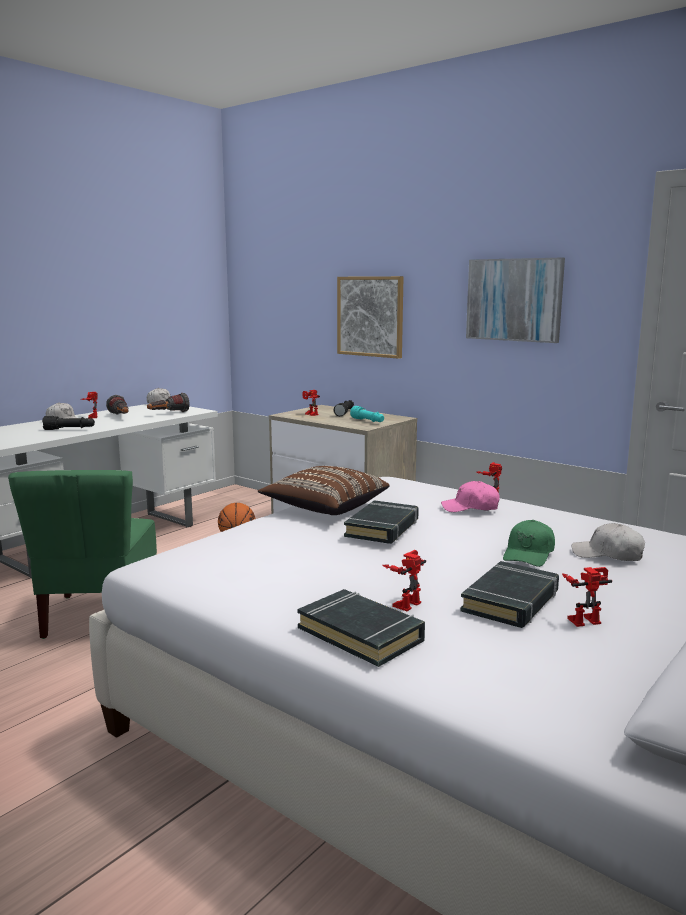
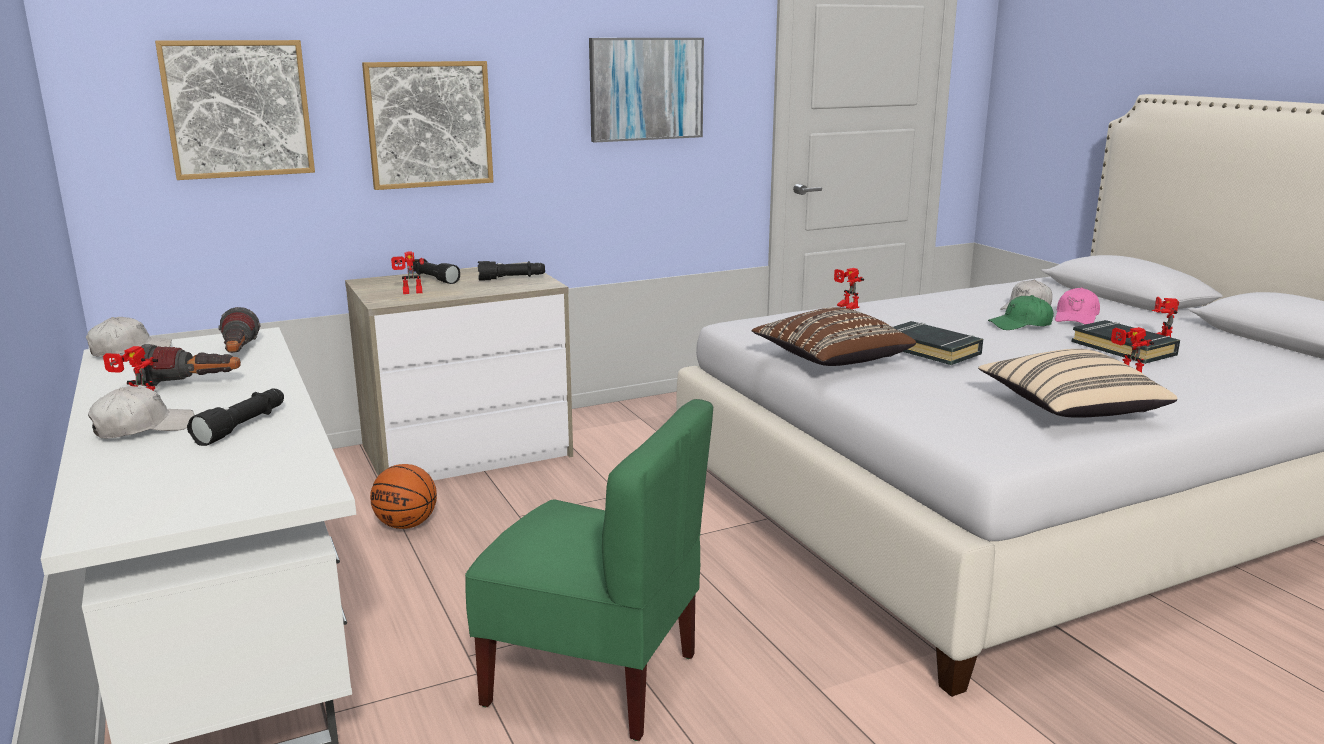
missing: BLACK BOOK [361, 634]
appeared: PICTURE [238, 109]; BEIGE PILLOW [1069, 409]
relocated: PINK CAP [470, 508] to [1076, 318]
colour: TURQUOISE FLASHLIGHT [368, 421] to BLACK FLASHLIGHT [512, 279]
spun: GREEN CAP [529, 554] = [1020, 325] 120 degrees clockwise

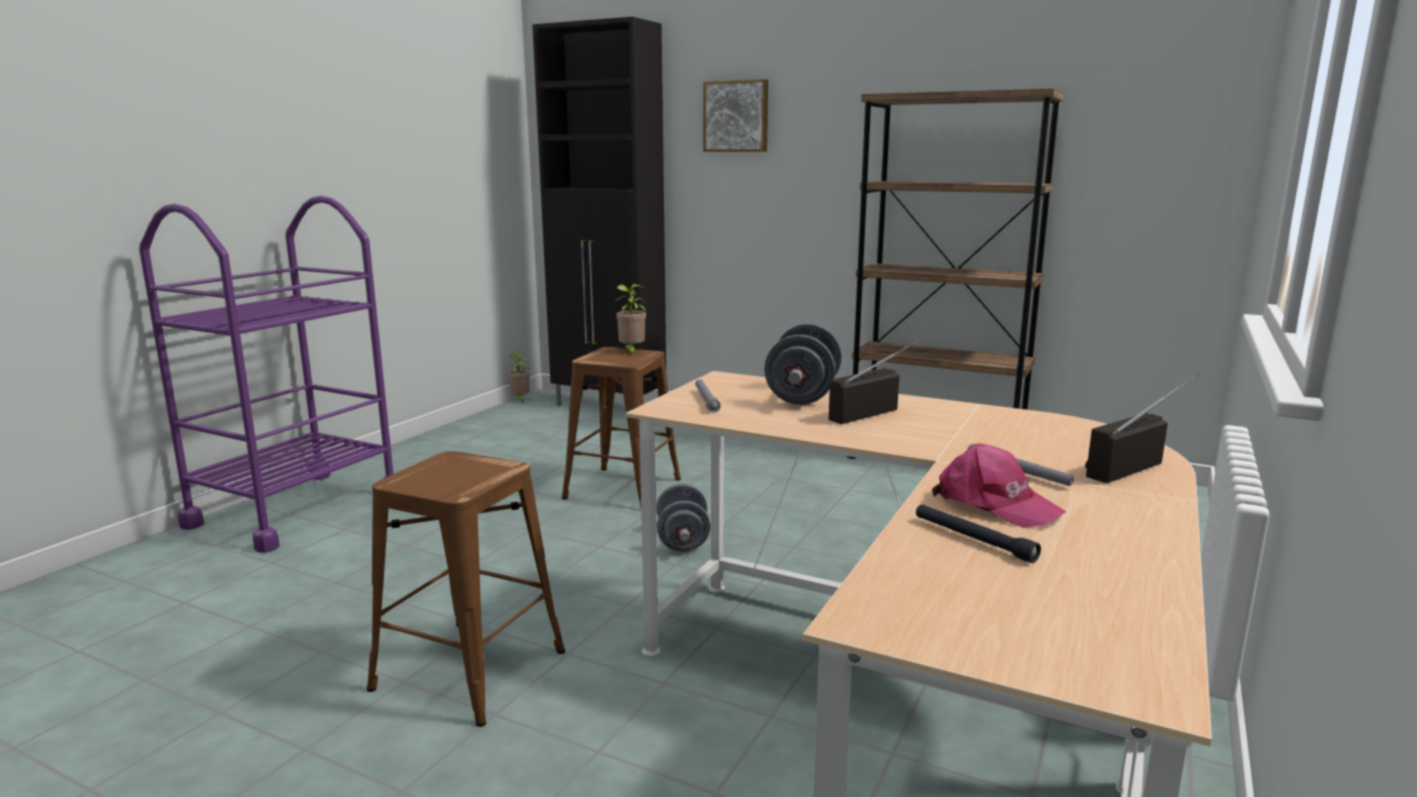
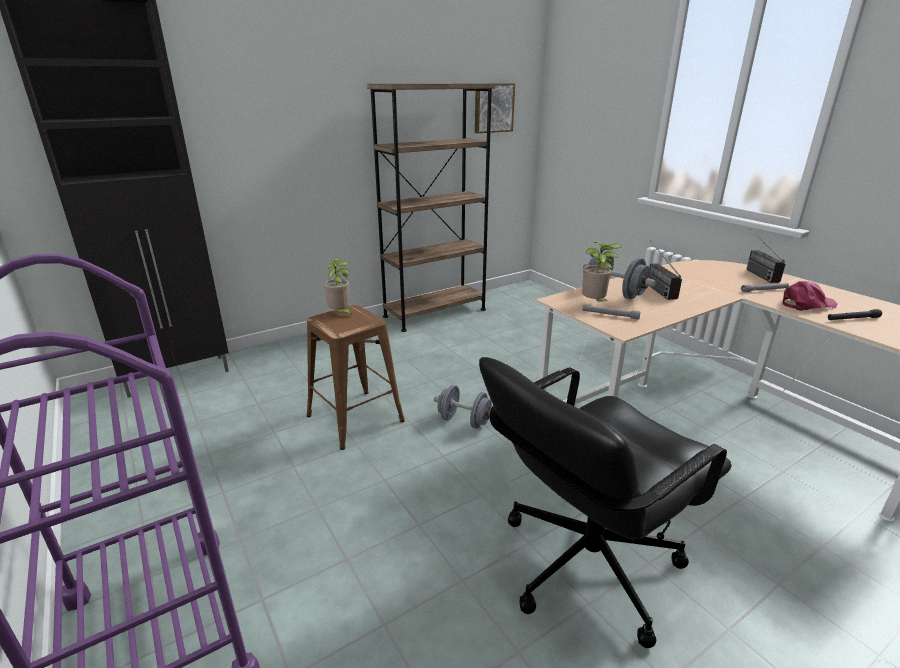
relocated: POTTED PLANT [520, 400] to [594, 304]; PICTURE [736, 116] to [493, 108]
exchanged: BROWN STOOL [468, 669] to BLACK OFFICE CHAIR [586, 563]

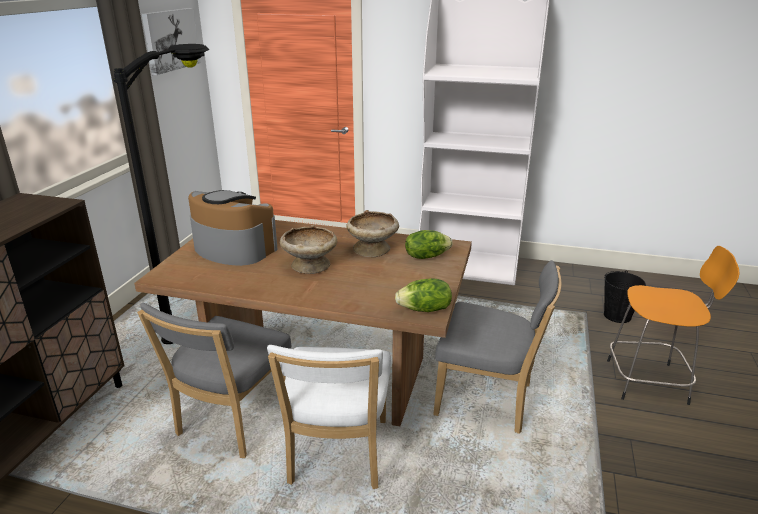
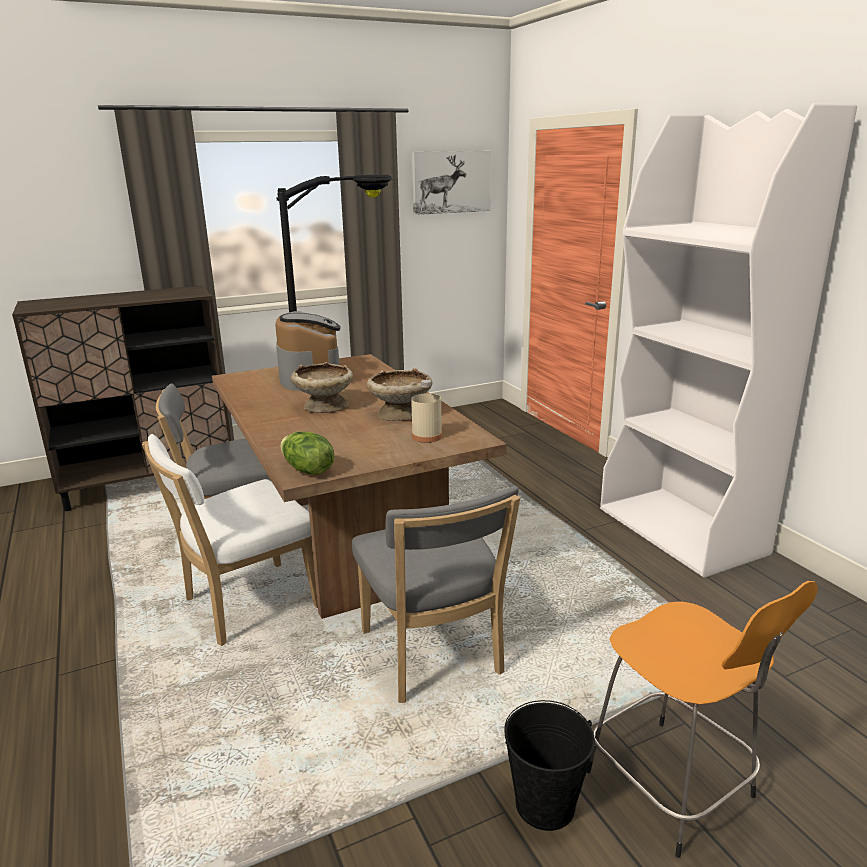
relocated: BLACK BUCKET [617, 315] to [545, 804]
exchanged: LETTUCE [426, 256] to BEIGE BOTTLE [427, 436]

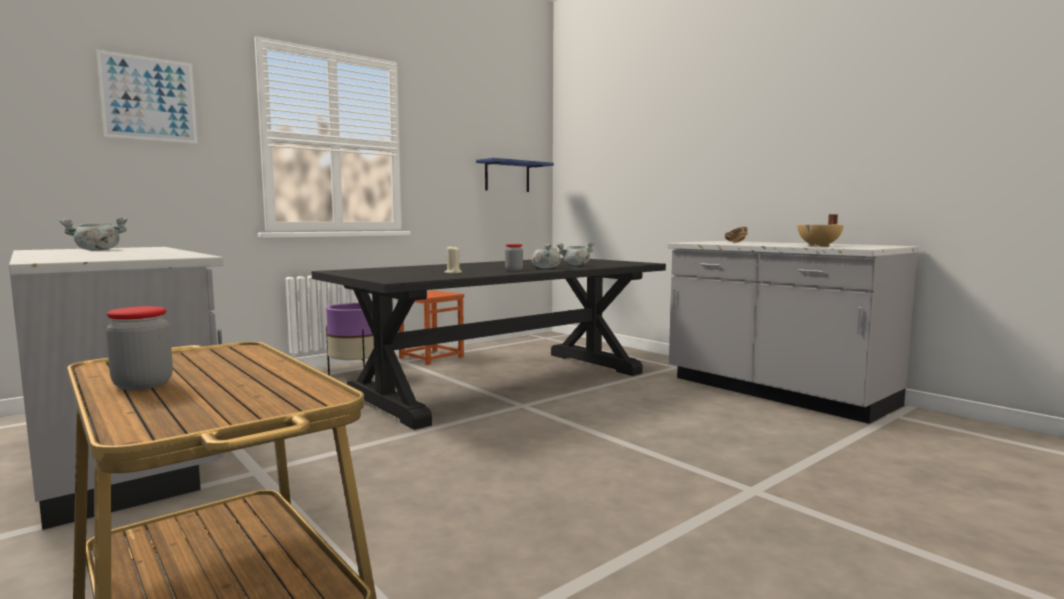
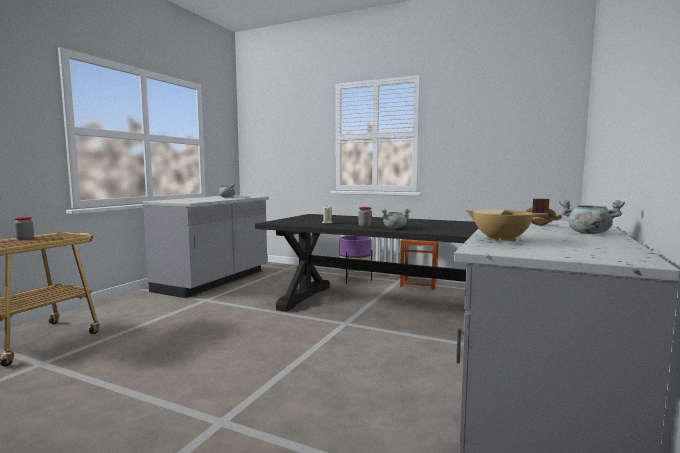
missing: PICTURE [149, 99]; BLUE SHELF [507, 176]
relocated: GREY COOKING POT [576, 265] to [587, 233]

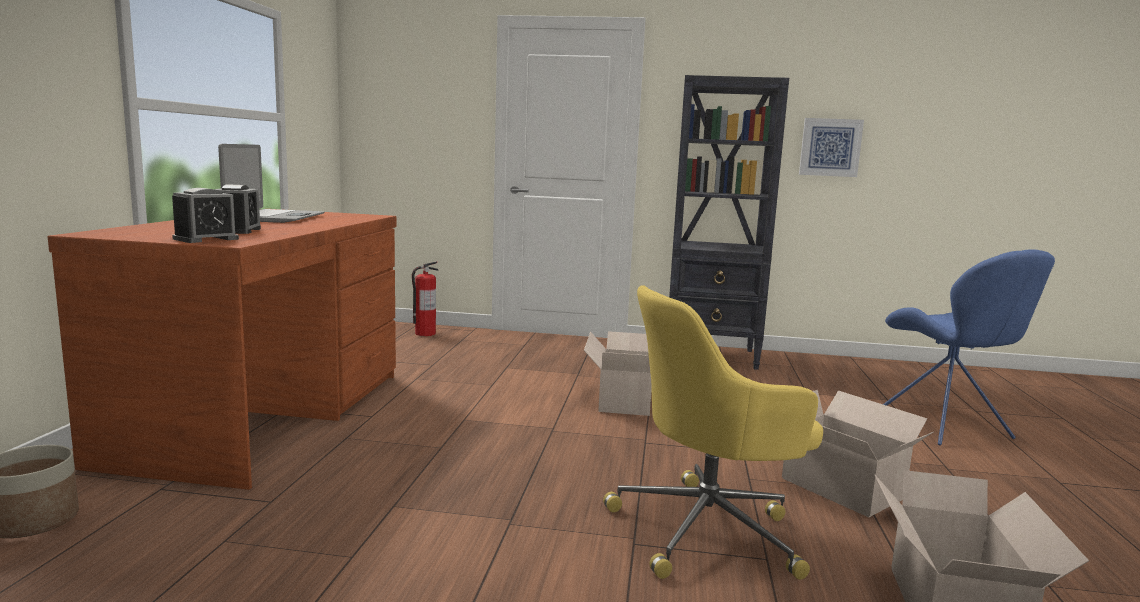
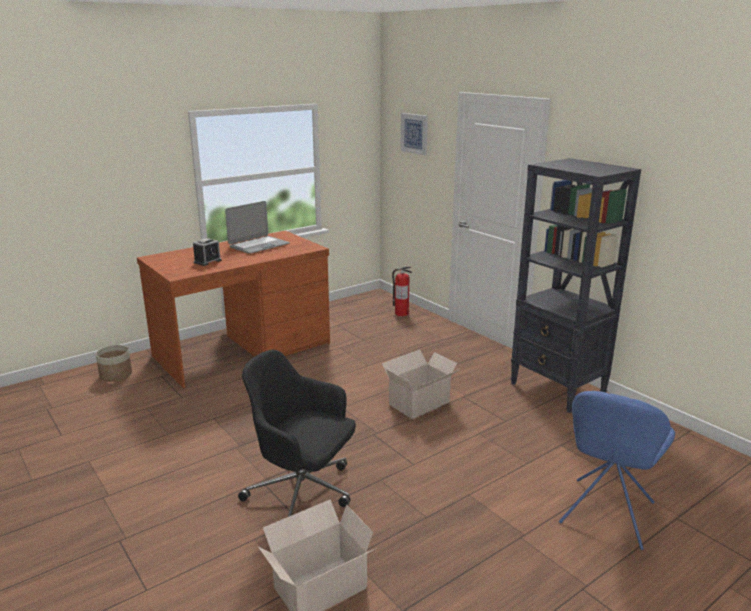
missing: ALARM CLOCK [206, 239]; CARDBOARD BOX [844, 490]
relocated: PICTURE [830, 147] to [414, 133]
colour: YELLOW OFFICE CHAIR [709, 530] to BLACK OFFICE CHAIR [303, 493]

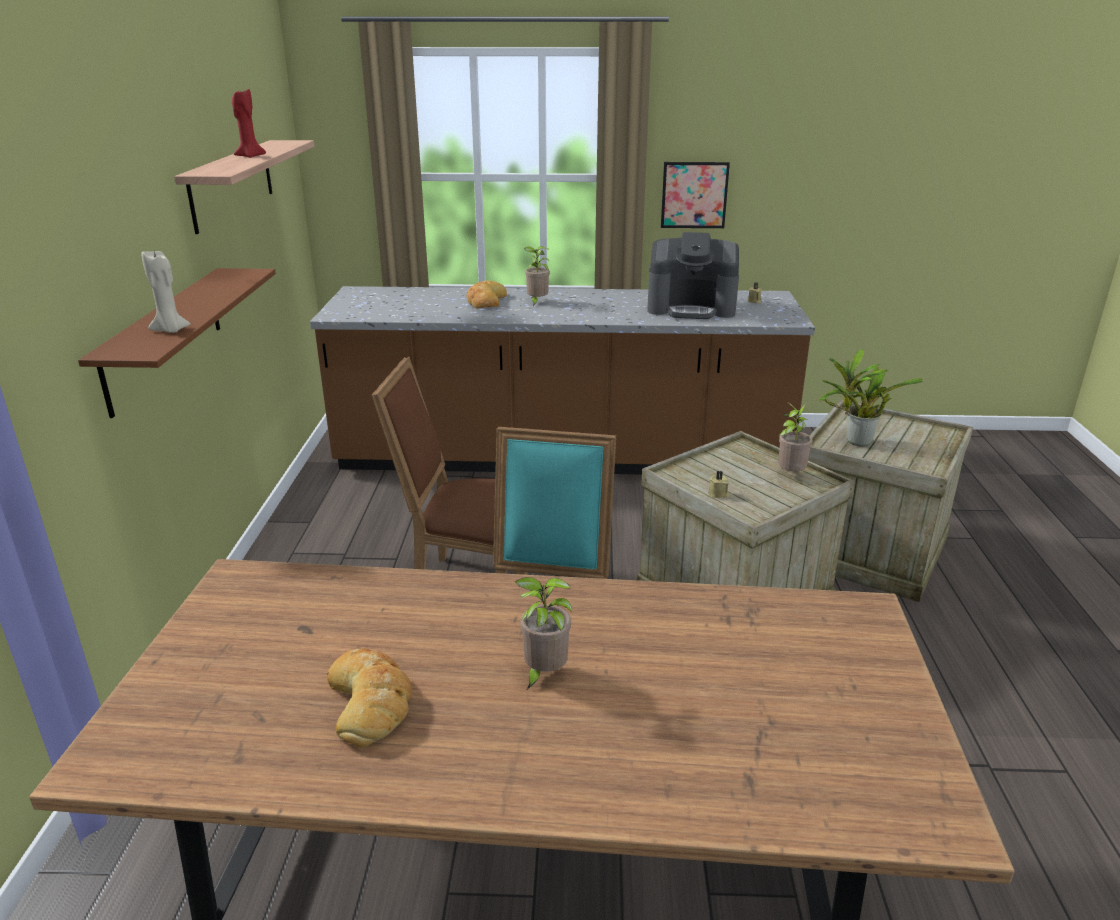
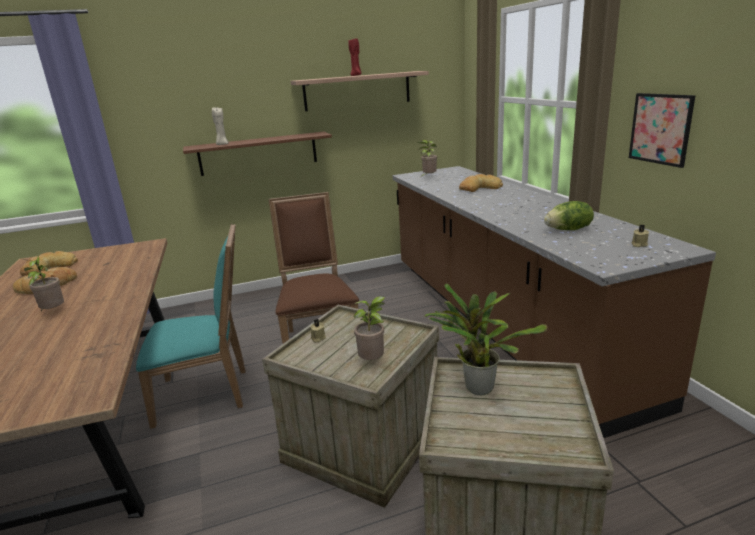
appeared: BREAD [49, 268]
relocated: POTTED PLANT [536, 302] to [428, 177]
exchanged: COFFEE MACHINE [691, 308] to LETTUCE [569, 230]

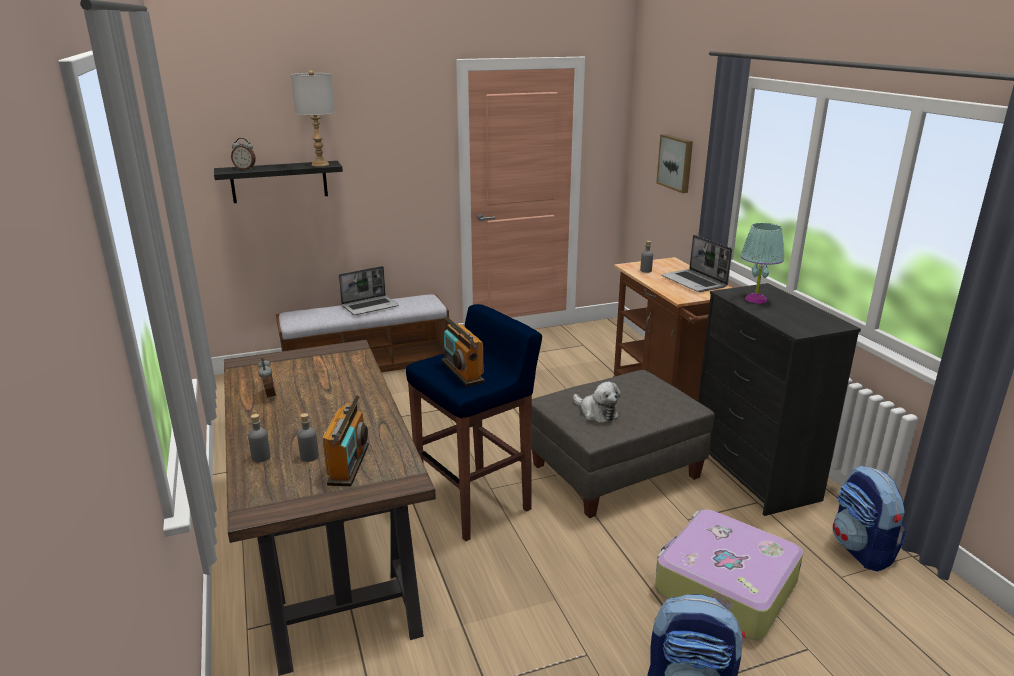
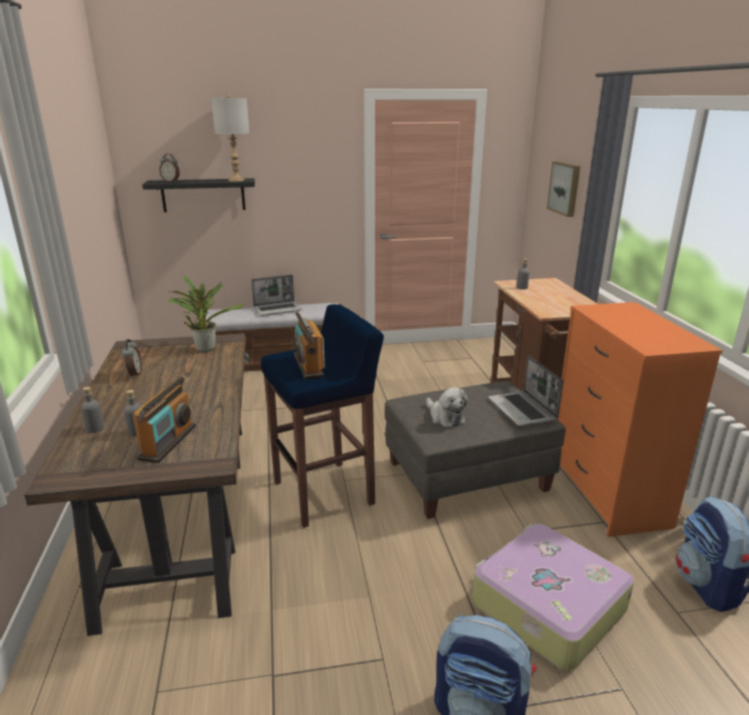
missing: TURQUOISE TABLE LAMP [756, 299]
appeared: POTTED PLANT [205, 348]
relocated: LAPTOP [694, 282] to [523, 410]
colour: BLACK DRESSER [753, 474] to ORANGE DRESSER [606, 493]

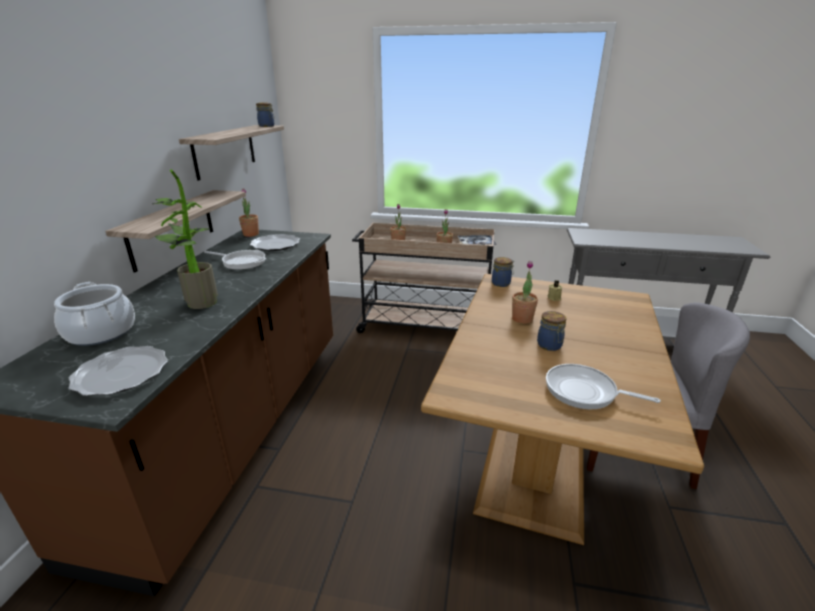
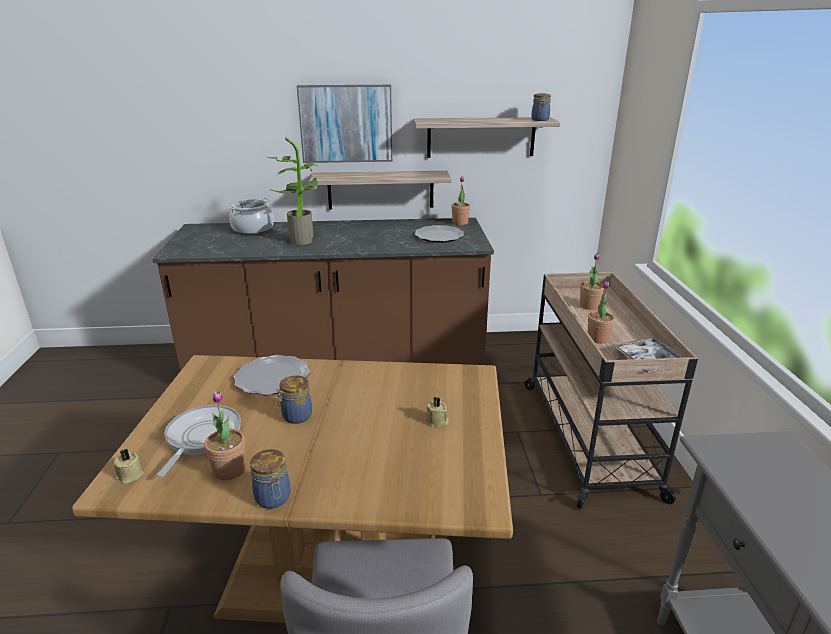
missing: FRYING PAN [241, 262]
appeared: BEIGE CANDLE [129, 475]; PICTURE [346, 124]
relocated: PLATE [120, 373] to [272, 378]; JAR [501, 283] to [273, 498]; POTTED PLANT [522, 319] to [229, 470]

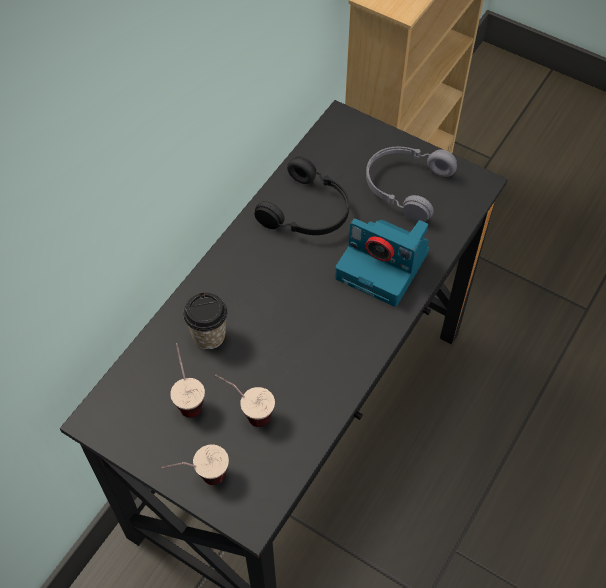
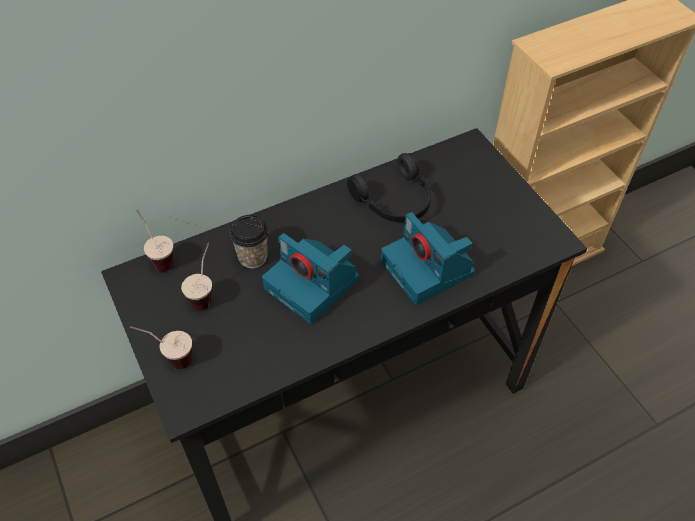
missing: GREY HEADPHONES [405, 186]
appeared: PHOTO CAMERA [313, 284]
relocated: CUP [246, 412] to [158, 256]

